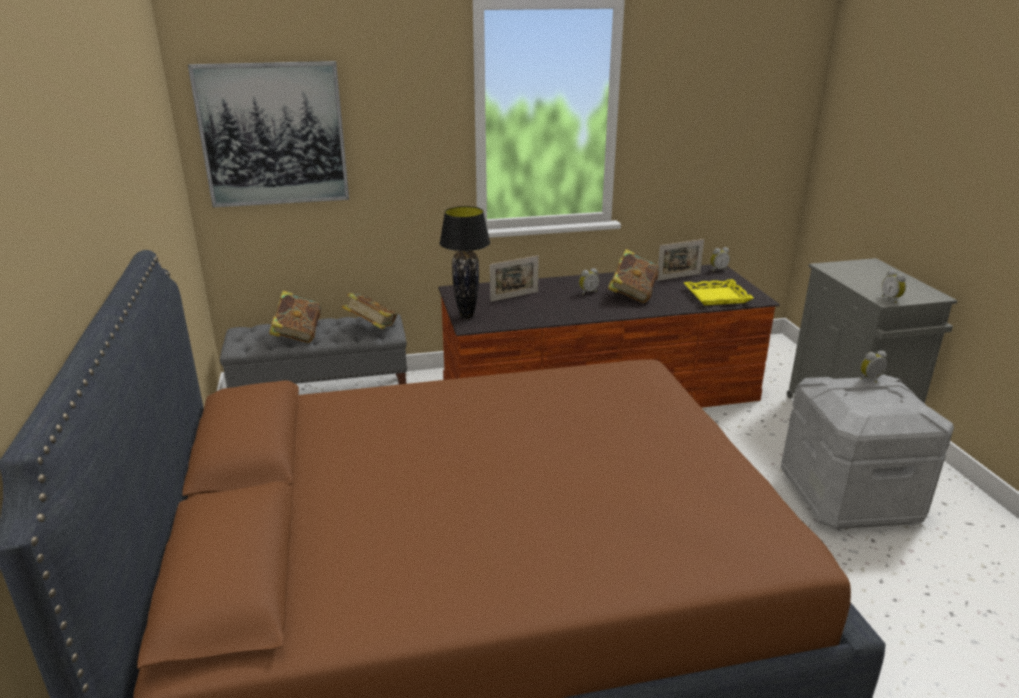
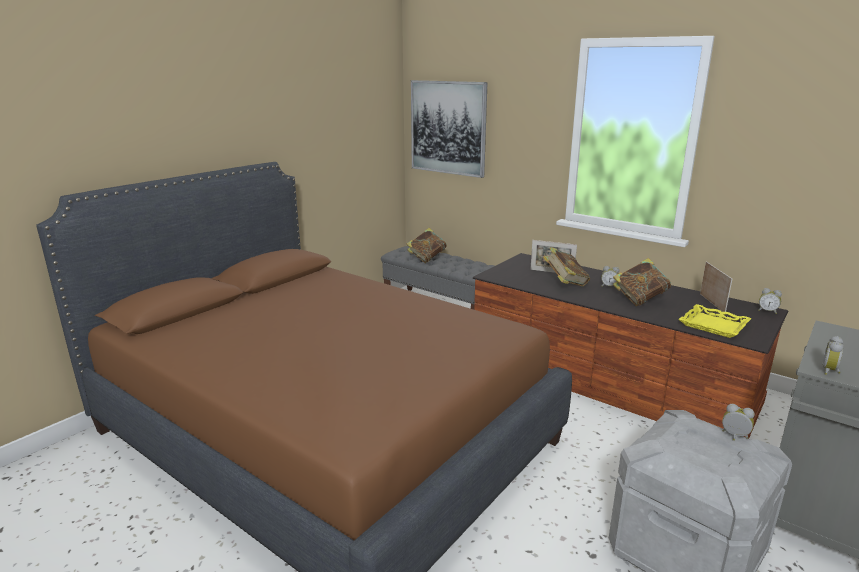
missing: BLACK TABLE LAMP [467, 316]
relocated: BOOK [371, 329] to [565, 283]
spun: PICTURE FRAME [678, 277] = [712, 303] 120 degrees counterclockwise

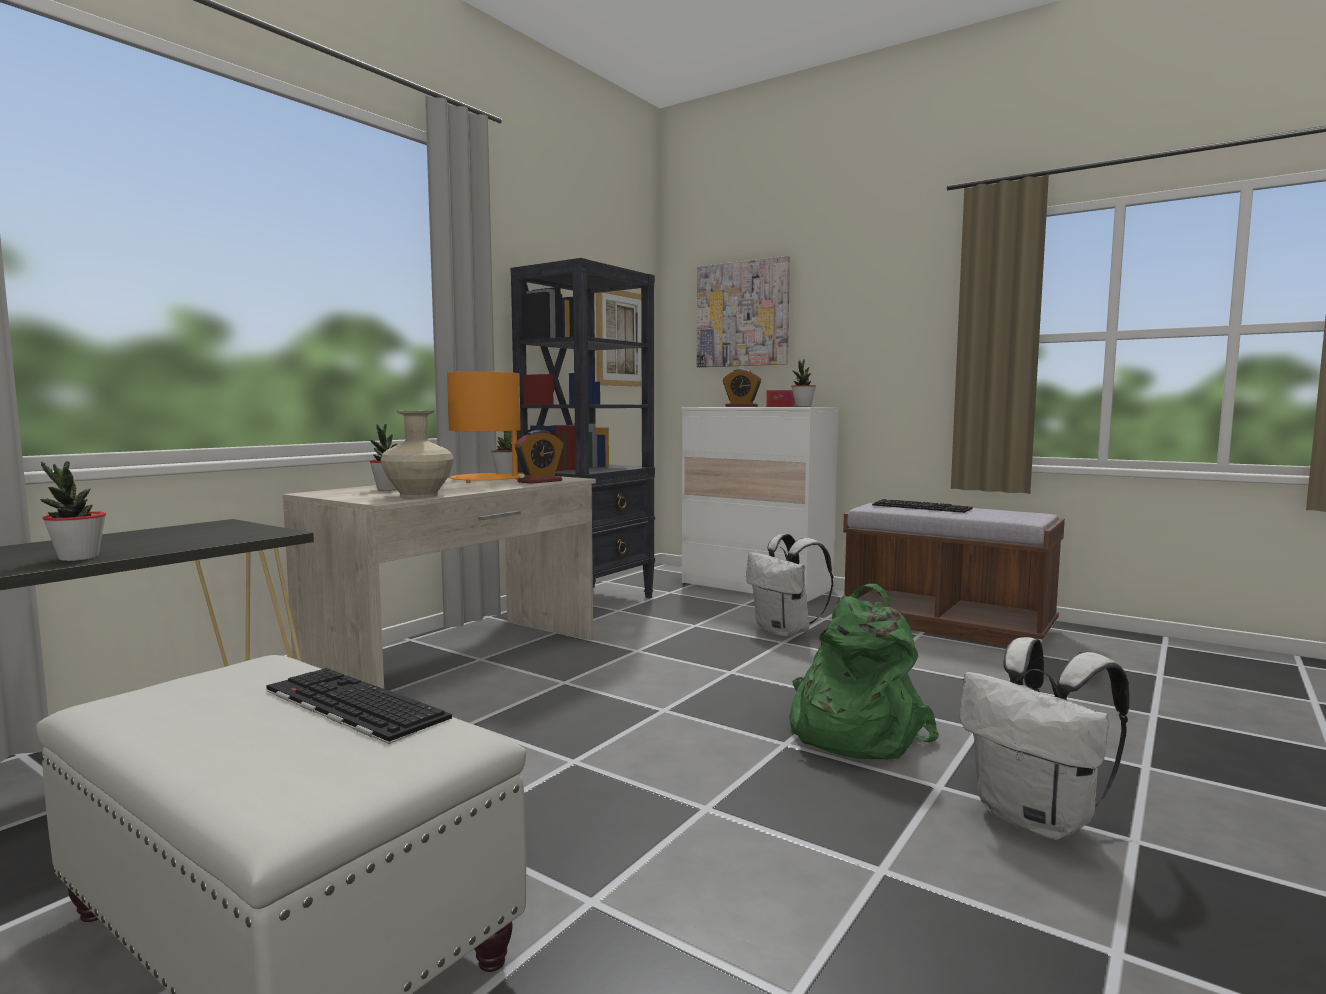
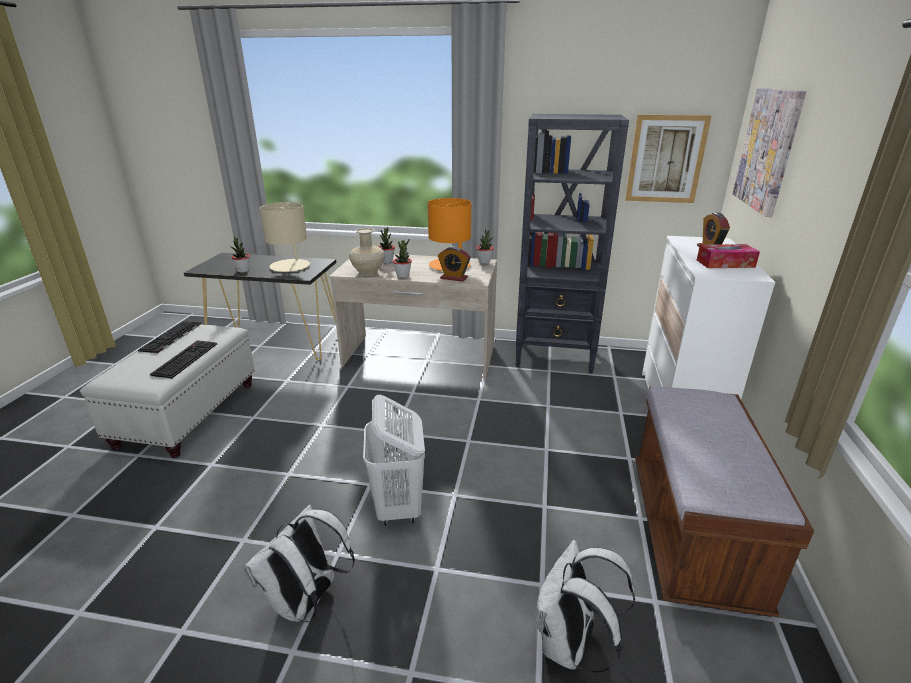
appeared: BEIGE TABLE LAMP [290, 266]
relocated: WHITE BACKPACK [785, 632] to [570, 645]; POTTED PLANT [803, 406] to [403, 276]; KEYBOARD [922, 507] to [171, 337]
exchanged: GREEN BACKPACK [851, 732] to WHITE LAUNDRY BASKET [398, 507]

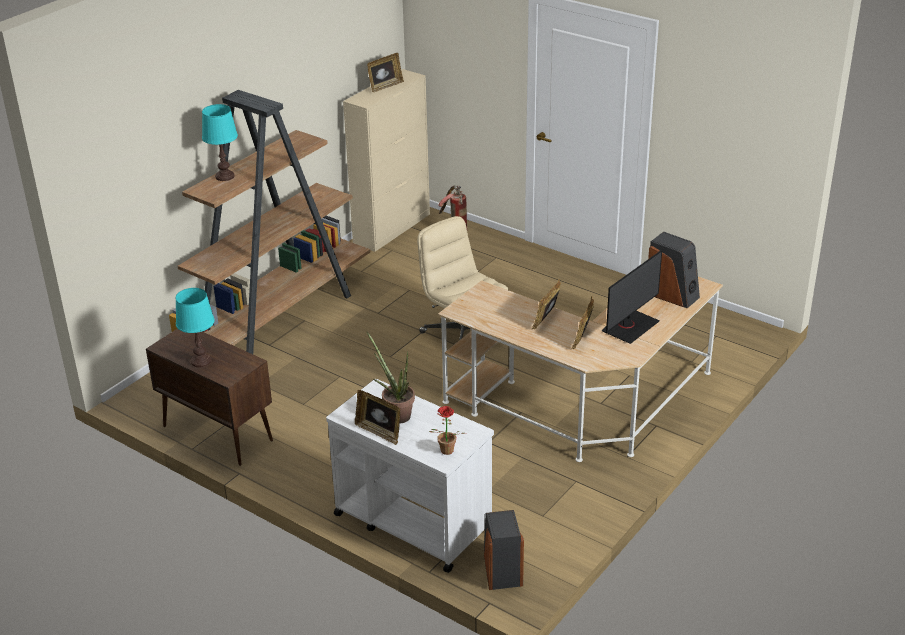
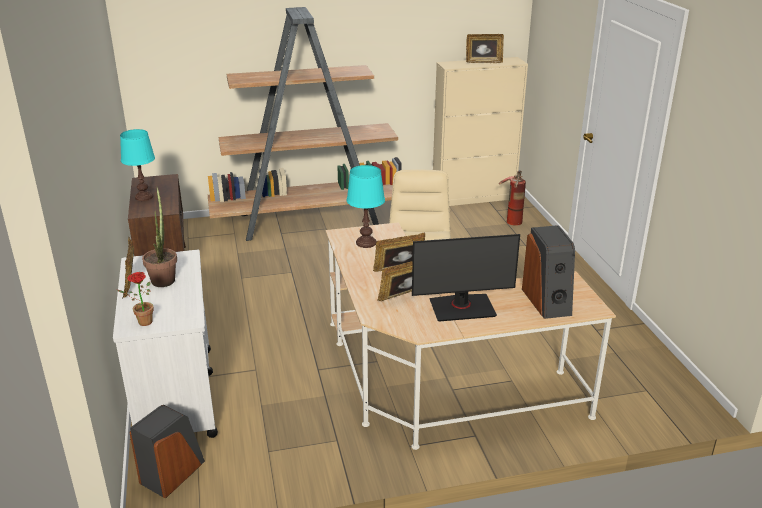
relocated: TURQUOISE TABLE LAMP [224, 176] to [366, 243]

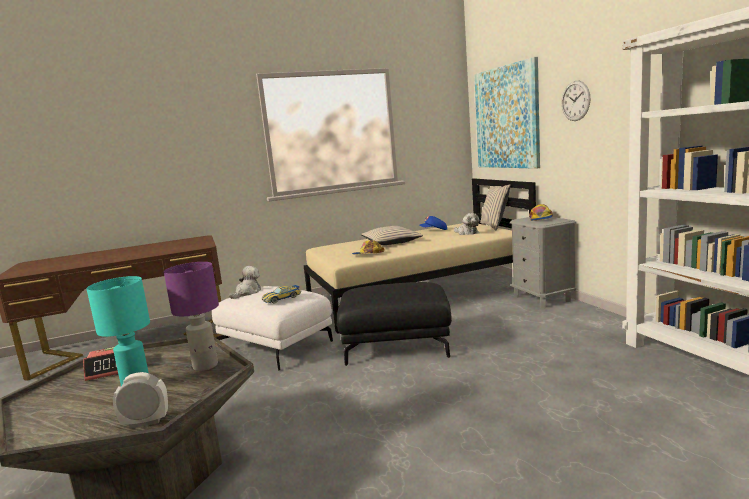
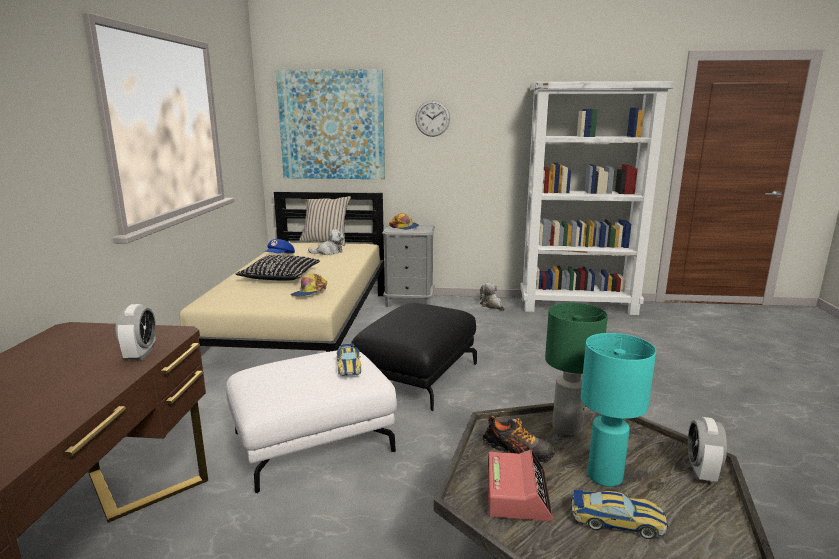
appeared: ALARM CLOCK [140, 354]; SHOE [518, 452]; TOY CAR [616, 521]
relocated: PLUSH TOY [247, 293] to [492, 305]
colour: PURPLE TABLE LAMP [206, 365] to GREEN TABLE LAMP [566, 427]; BEIGE PILLOW [391, 242] to BLACK PILLOW [280, 276]

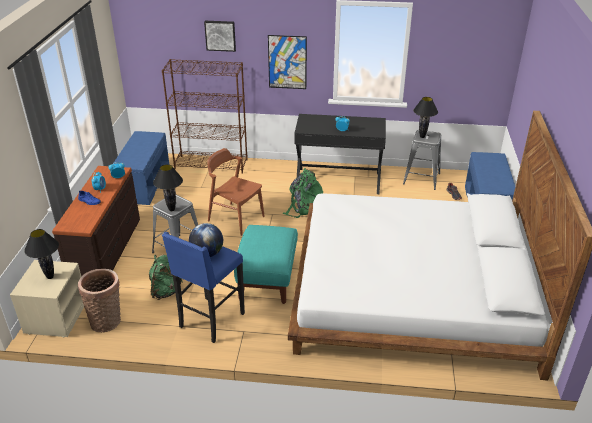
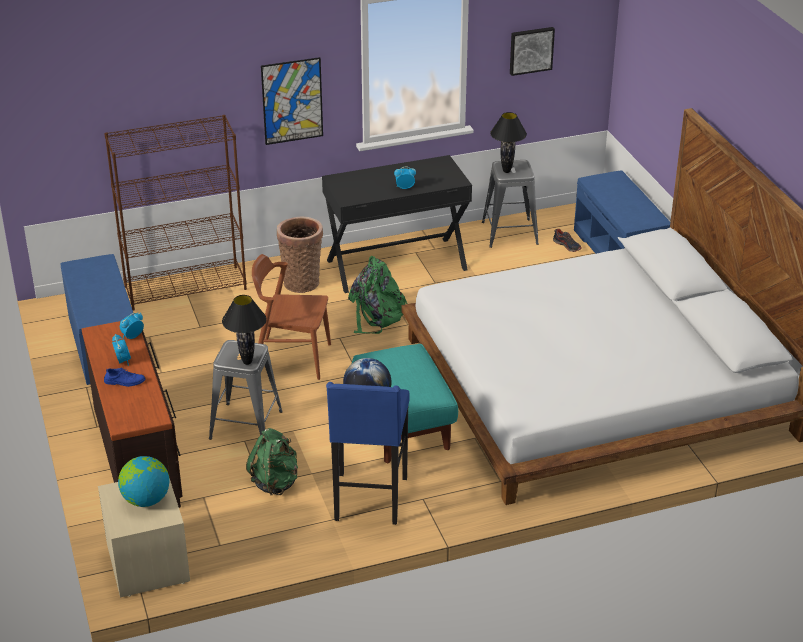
relocated: BASKET [107, 320] to [302, 281]; PICTURE [220, 35] to [531, 50]
exchanged: BLACK TABLE LAMP [50, 277] to GLOBE [146, 500]

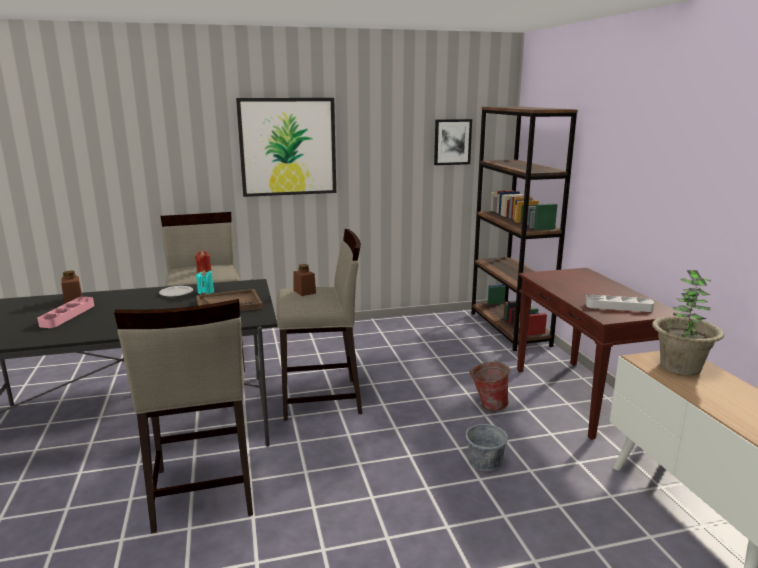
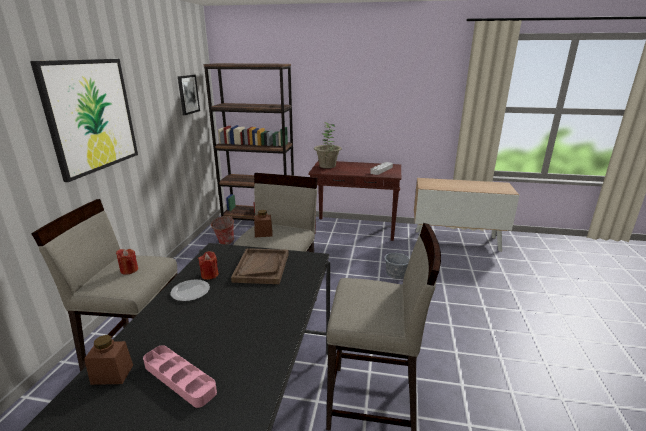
relocated: BUCKET [488, 406] to [224, 243]; POTTED PLANT [680, 367] to [327, 166]
colour: TURQUOISE CANDLE [205, 292] to RED CANDLE [210, 275]

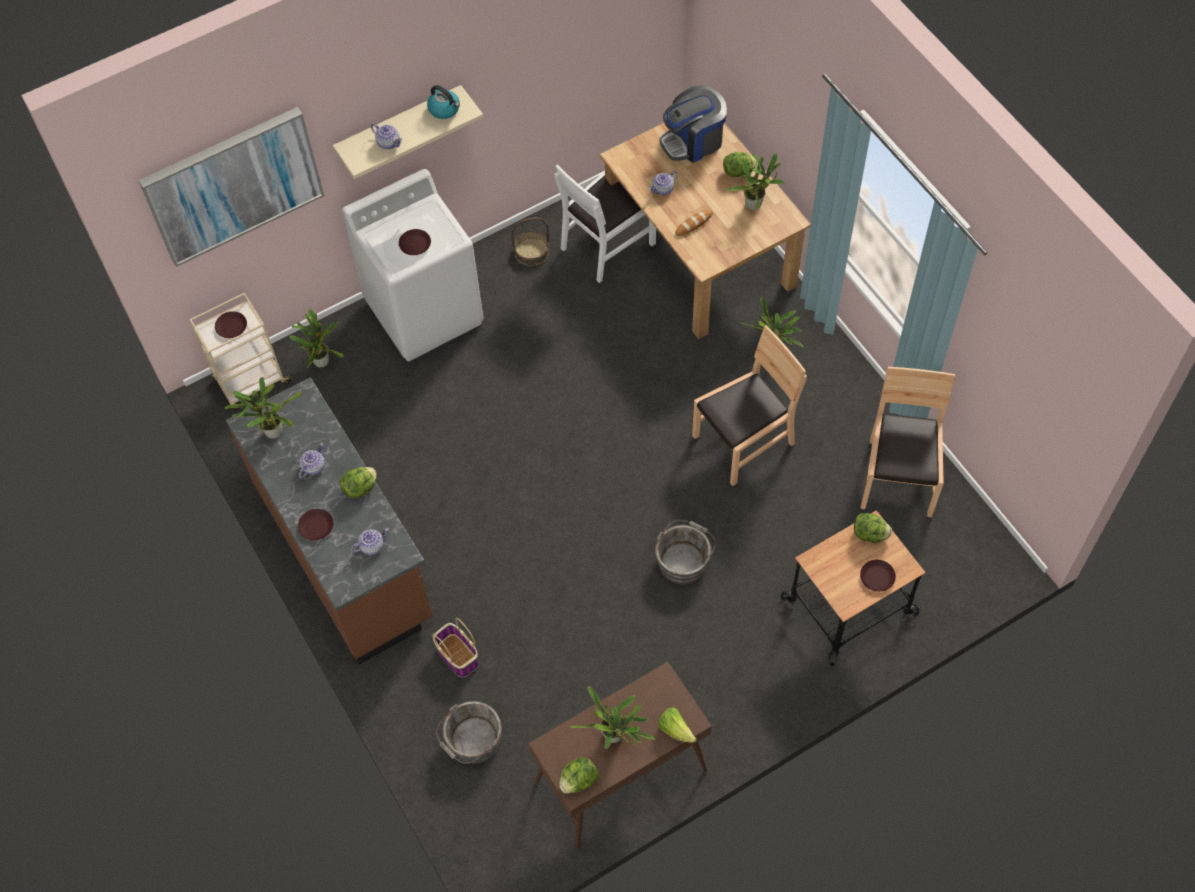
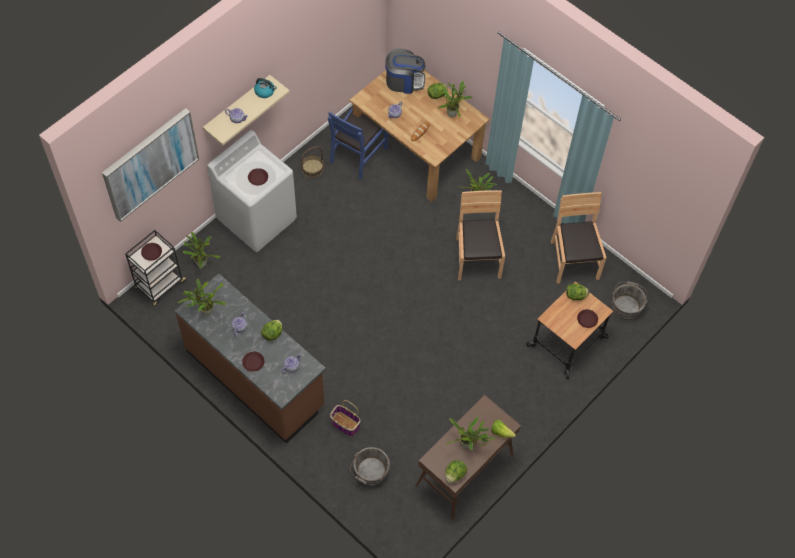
relocated: GREY BUCKET [684, 560] to [626, 305]
colour: BEIGE CART [251, 381] to BLACK CART [160, 285]; WHITE CHAIR [607, 244] to BLUE CHAIR [358, 154]
spun: COFFEE MACHINE [693, 141] = [404, 81] 135 degrees counterclockwise; BROWN CHAIR [744, 441] = [477, 258] 45 degrees counterclockwise

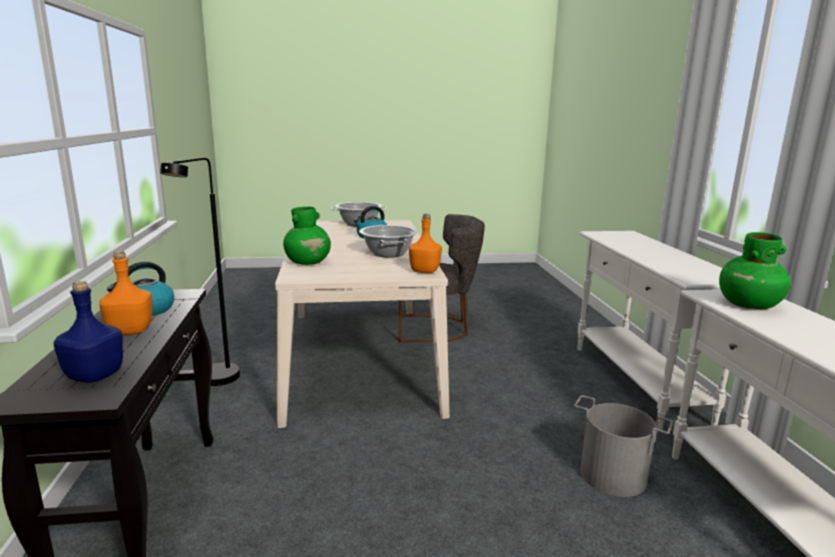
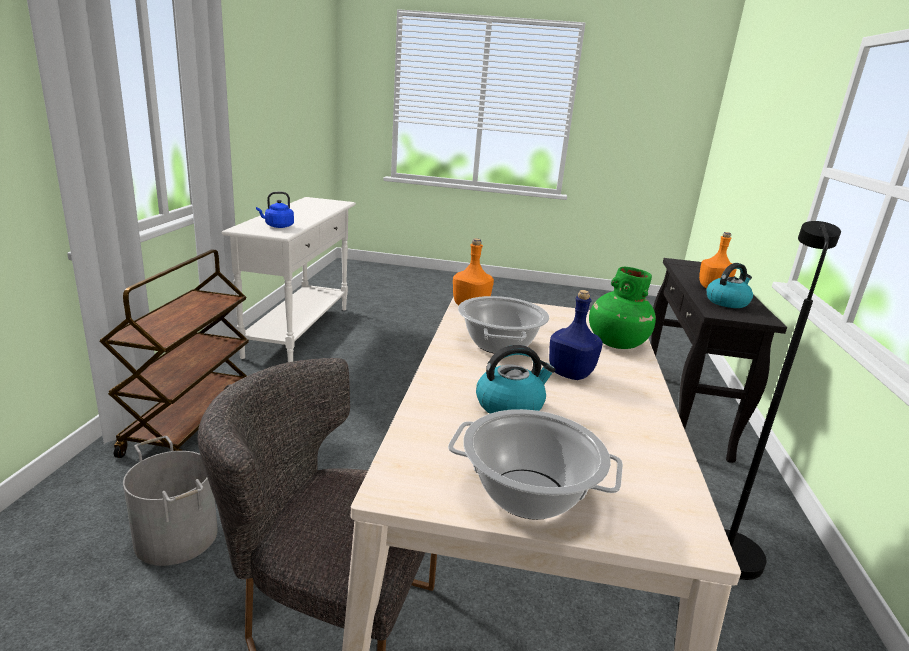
relocated: BLUE BOTTLE [94, 376] to [571, 373]; GREY BUCKET [612, 476] to [177, 536]
exchanged: WHITE CONSOLE TABLE [637, 383] to BROWN CART [190, 421]; GREEN VASE [748, 305] to BLUE KETTLE [277, 226]

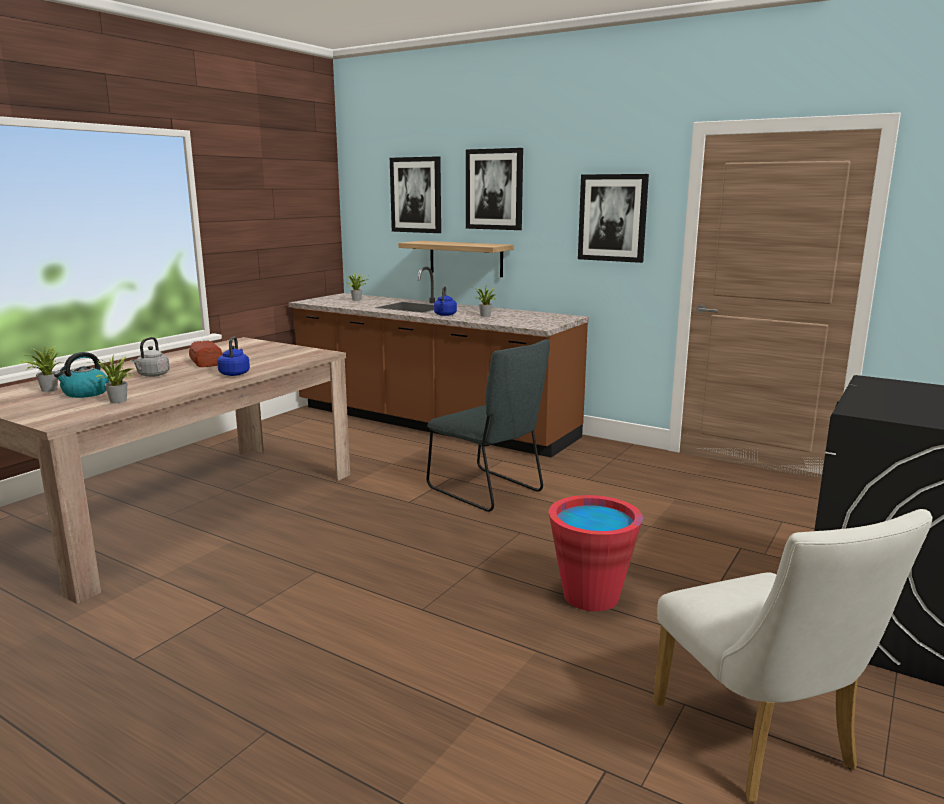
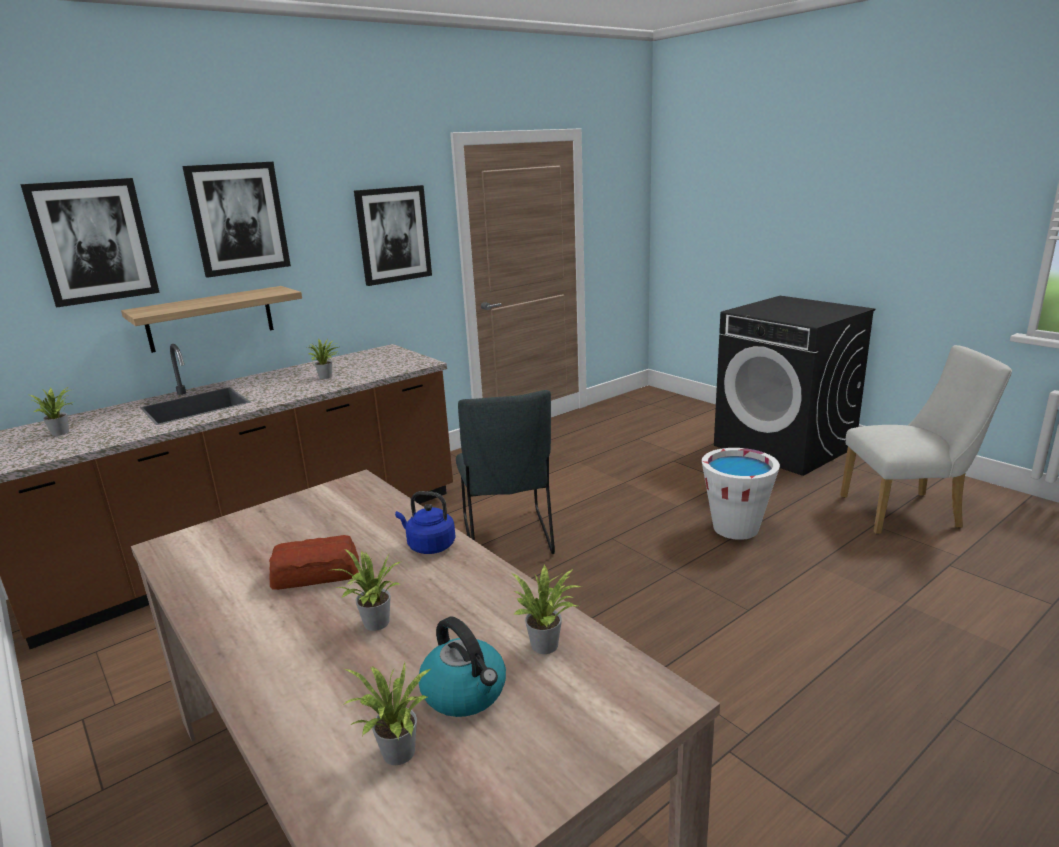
missing: BLUE KETTLE [445, 315]
exchanged: GREY KETTLE [152, 375] to POTTED PLANT [374, 624]
colour: RED BUCKET [591, 596] to WHITE BUCKET [735, 528]
spun: GREY CHAIR [488, 491] = [508, 539] 105 degrees clockwise

